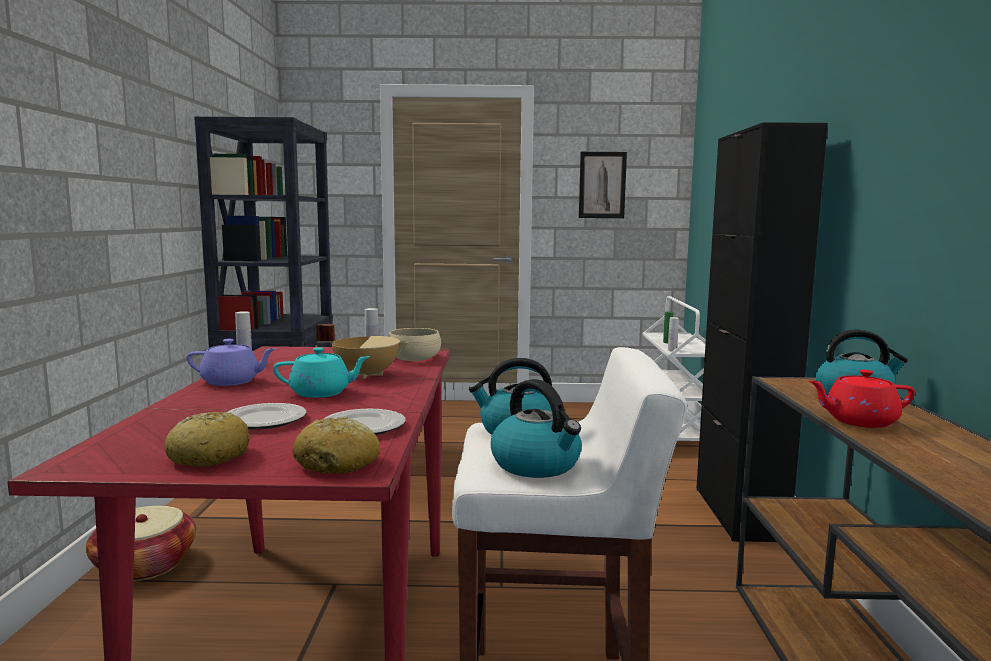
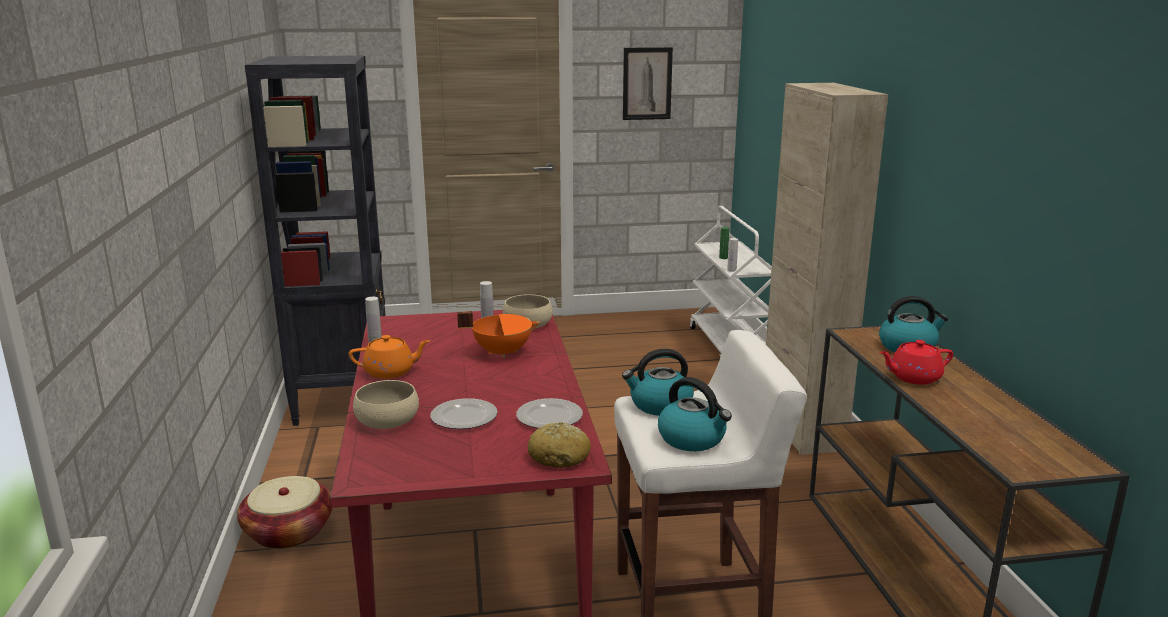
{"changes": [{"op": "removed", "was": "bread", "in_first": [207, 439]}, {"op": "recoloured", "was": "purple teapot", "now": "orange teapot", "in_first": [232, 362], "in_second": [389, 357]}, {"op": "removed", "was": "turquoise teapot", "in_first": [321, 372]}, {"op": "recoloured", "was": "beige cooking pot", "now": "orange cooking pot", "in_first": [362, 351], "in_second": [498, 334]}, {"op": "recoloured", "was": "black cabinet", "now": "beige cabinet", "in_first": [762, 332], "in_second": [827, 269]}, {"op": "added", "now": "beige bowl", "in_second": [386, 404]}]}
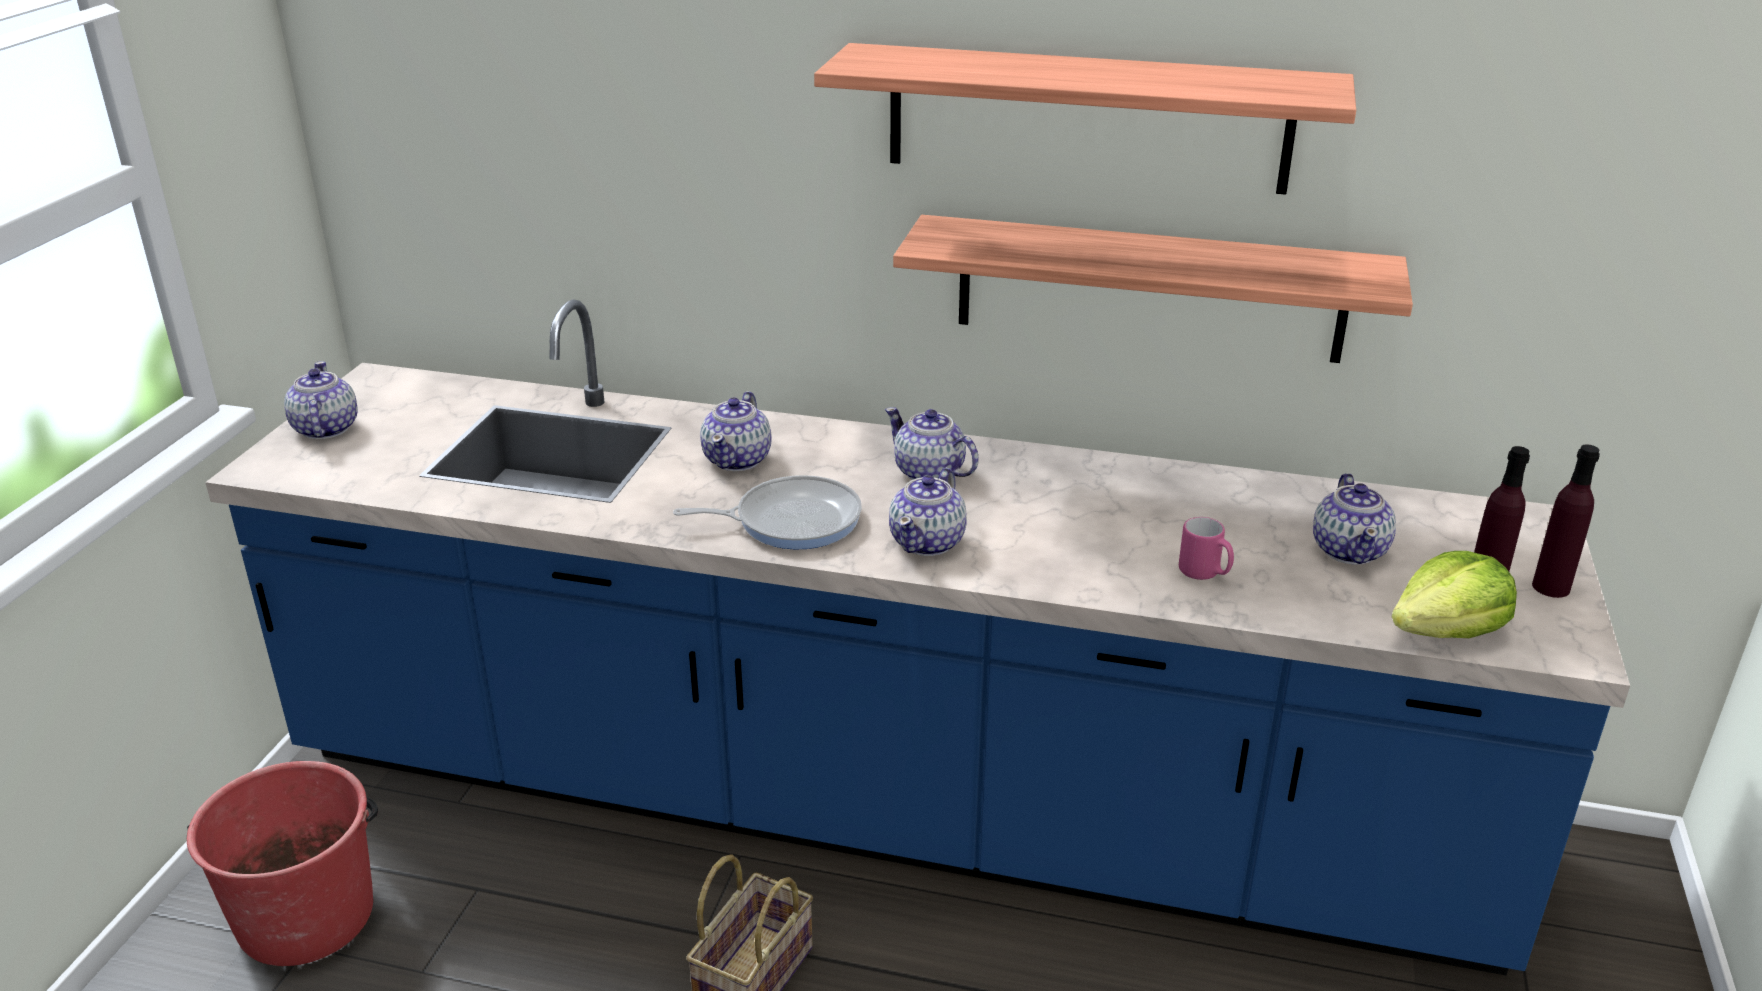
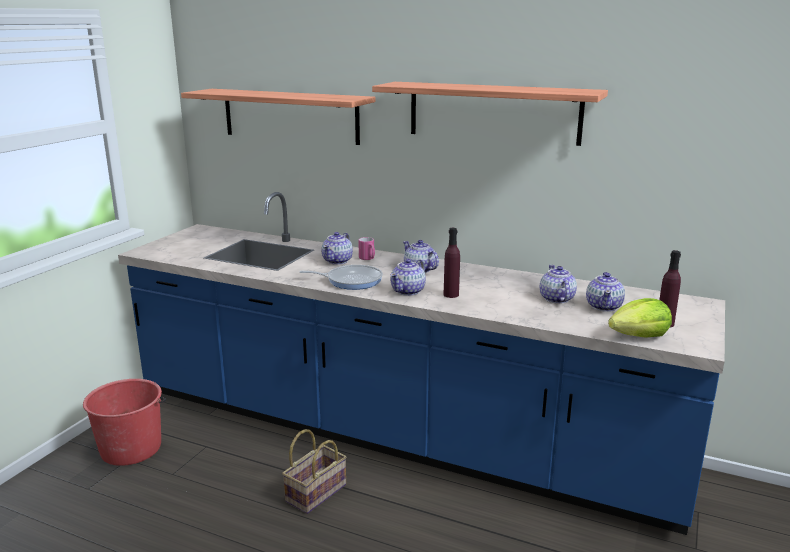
{"changes": [{"op": "moved", "was": "teapot", "in_first": [321, 400], "in_second": [558, 284]}, {"op": "moved", "was": "shelf", "in_first": [1153, 289], "in_second": [278, 117]}, {"op": "moved", "was": "pink mug", "in_first": [1206, 548], "in_second": [366, 248]}, {"op": "moved", "was": "purple bottle", "in_first": [1566, 521], "in_second": [451, 263]}]}
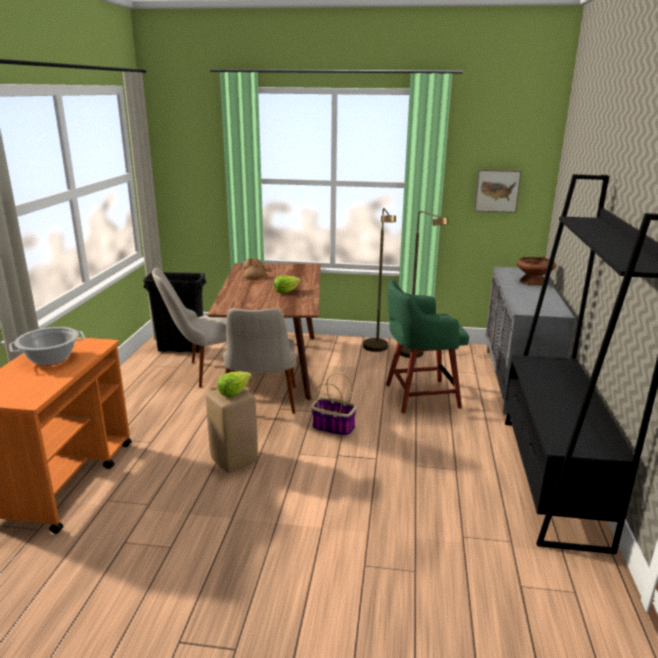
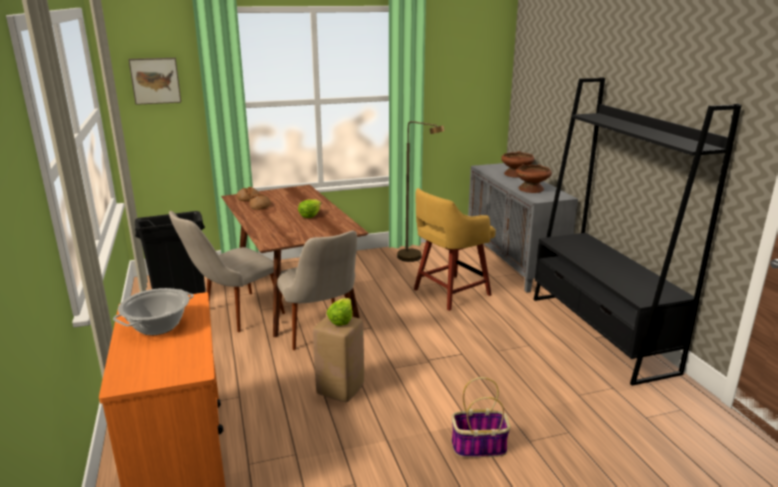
{"changes": [{"op": "moved", "was": "basket", "in_first": [334, 404], "in_second": [480, 417]}, {"op": "removed", "was": "brown floor lamp", "in_first": [379, 280]}, {"op": "recoloured", "was": "green stool", "now": "yellow stool", "in_first": [427, 346], "in_second": [455, 249]}, {"op": "moved", "was": "picture", "in_first": [497, 191], "in_second": [154, 81]}, {"op": "added", "now": "brown bowl", "in_second": [534, 178]}]}
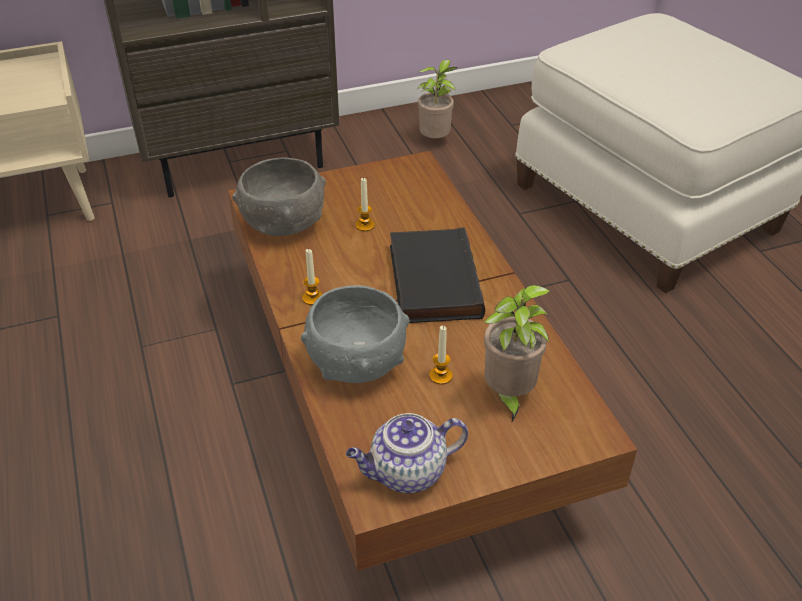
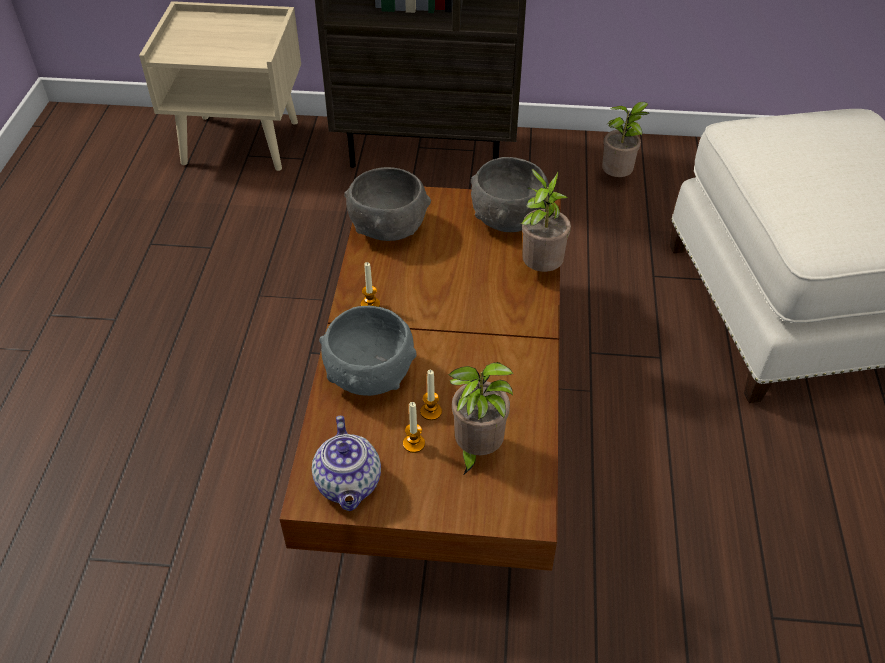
{"changes": [{"op": "turned", "was": "teapot", "in_first": [407, 453], "in_second": [346, 463], "clockwise": -105}, {"op": "moved", "was": "candle", "in_first": [365, 204], "in_second": [414, 427]}, {"op": "removed", "was": "black book", "in_first": [437, 275]}, {"op": "added", "now": "grey bowl", "in_second": [510, 194]}, {"op": "added", "now": "potted plant", "in_second": [546, 220]}]}
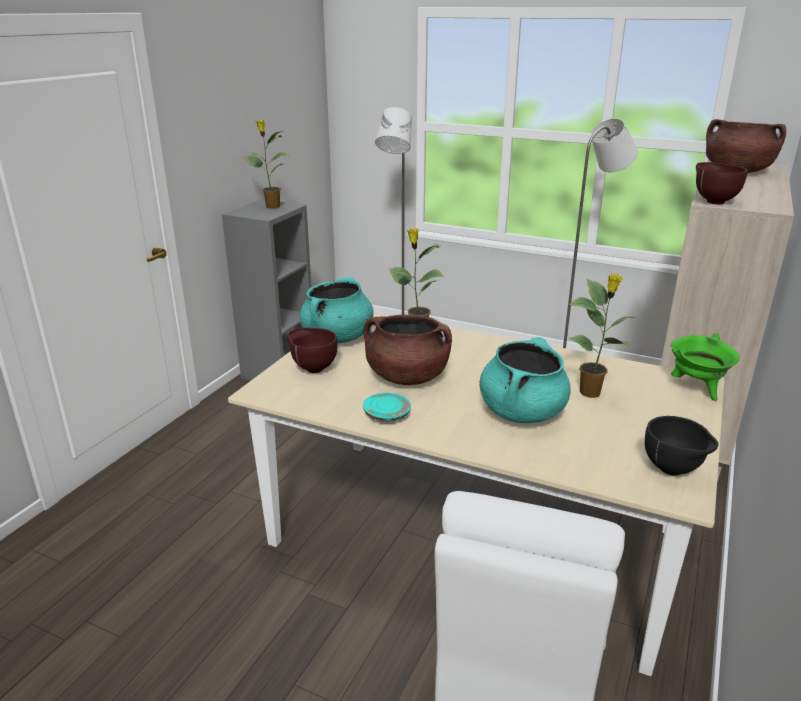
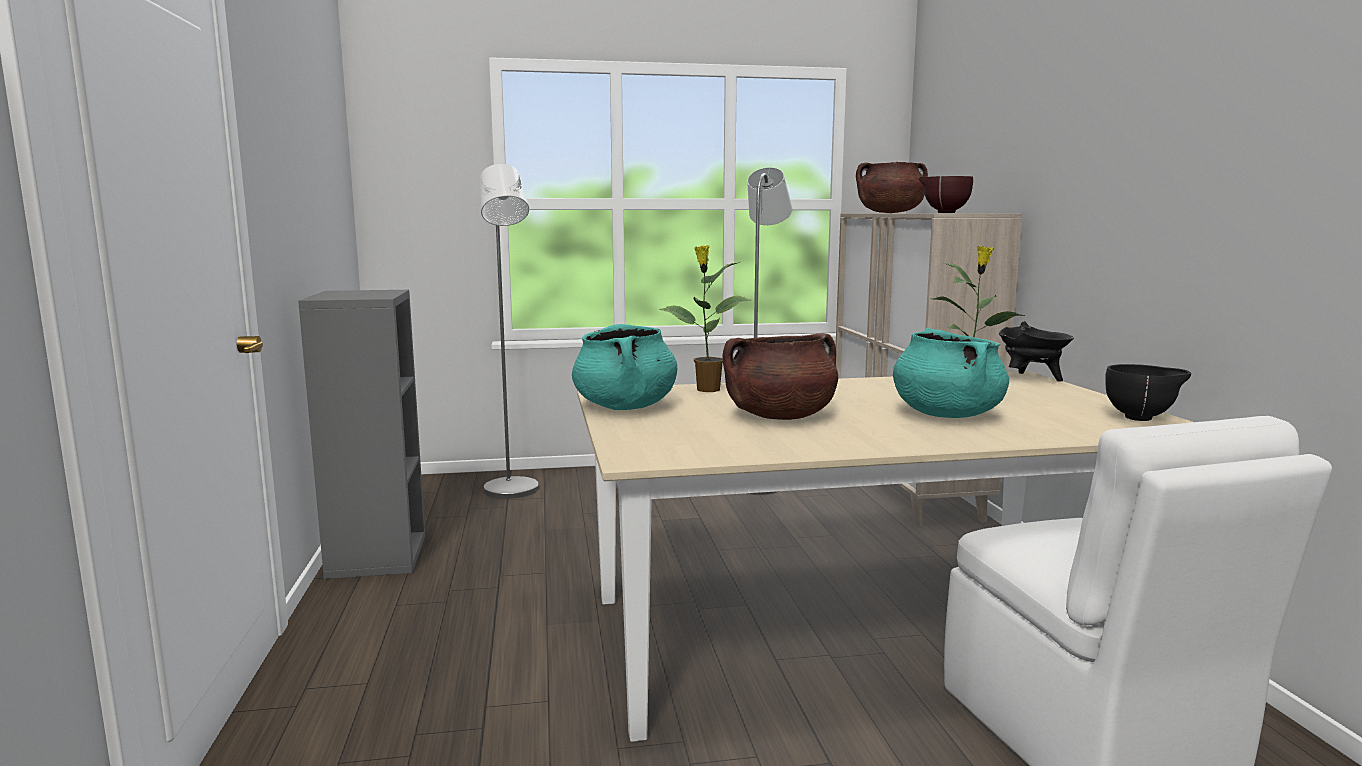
{"changes": [{"op": "removed", "was": "potted plant", "in_first": [266, 164]}, {"op": "removed", "was": "brown bowl", "in_first": [312, 350]}, {"op": "removed", "was": "turquoise plate", "in_first": [387, 407]}, {"op": "recoloured", "was": "green cooking pot", "now": "black cooking pot", "in_first": [705, 367], "in_second": [1036, 351]}]}
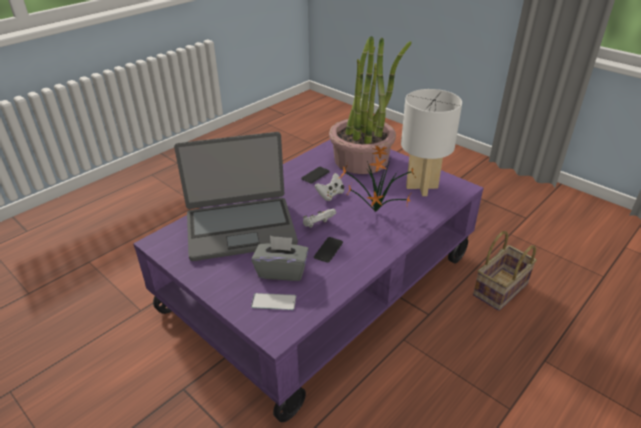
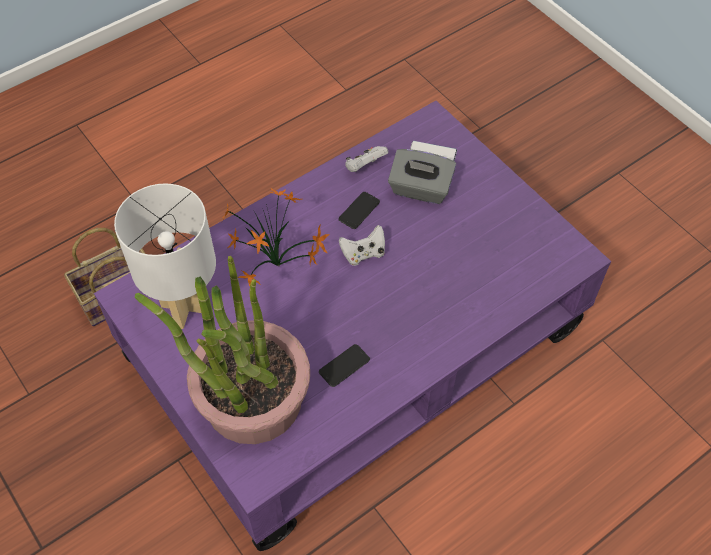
{"changes": [{"op": "removed", "was": "laptop", "in_first": [236, 196]}, {"op": "moved", "was": "white game controller", "in_first": [329, 187], "in_second": [367, 159]}]}
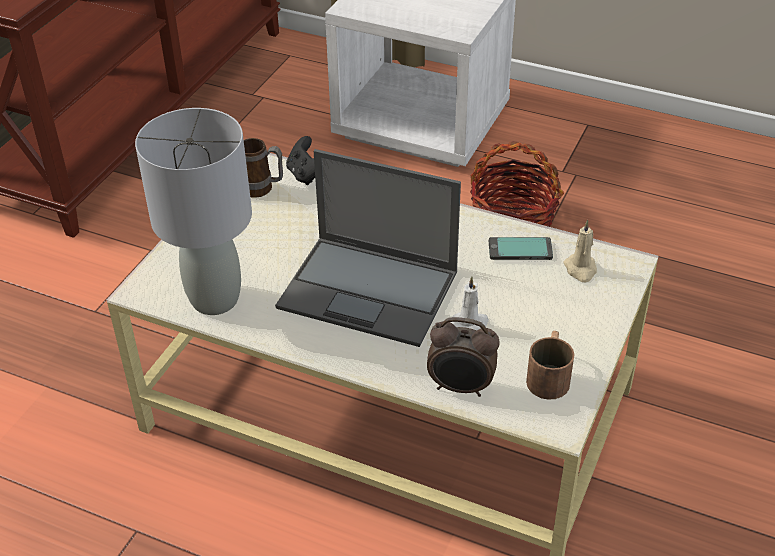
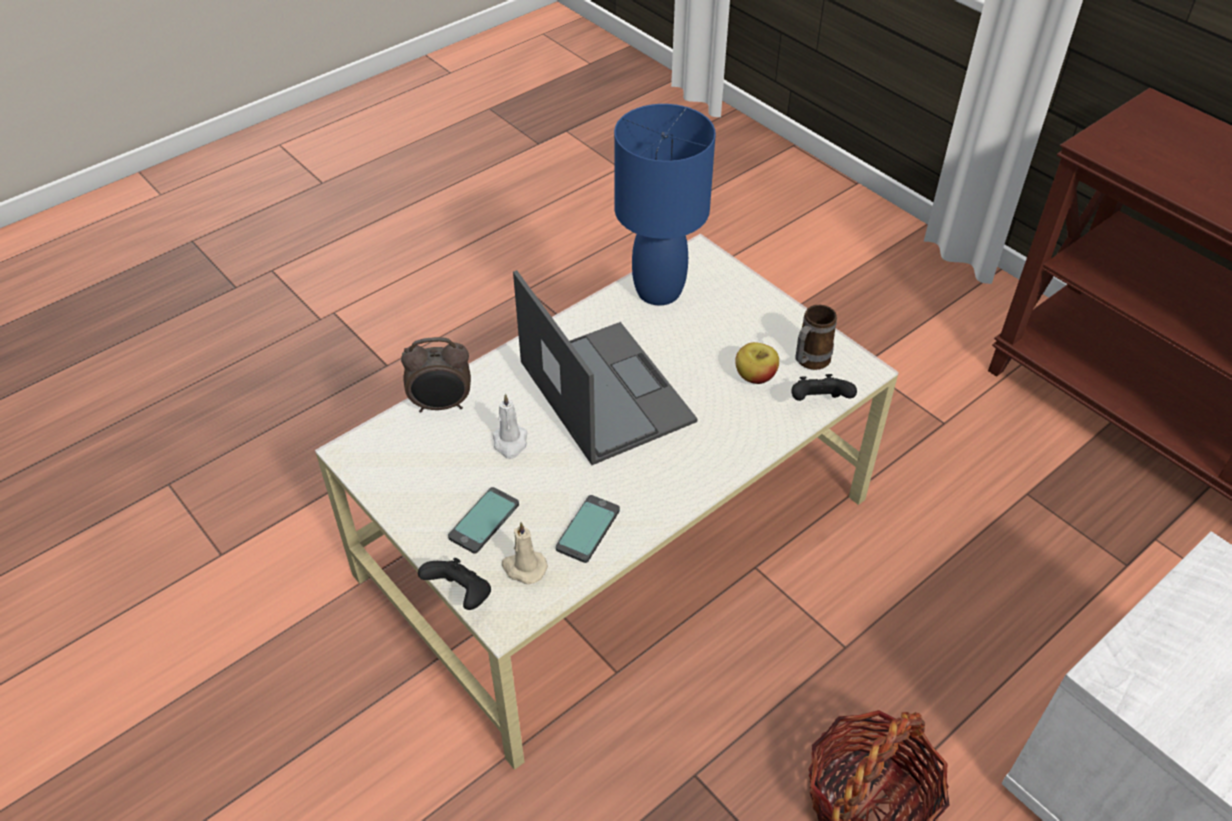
{"changes": [{"op": "recoloured", "was": "grey table lamp", "now": "blue table lamp", "in_first": [193, 211], "in_second": [665, 204]}, {"op": "turned", "was": "laptop", "in_first": [368, 248], "in_second": [605, 367], "clockwise": 105}, {"op": "turned", "was": "alarm clock", "in_first": [463, 357], "in_second": [436, 375], "clockwise": -135}, {"op": "removed", "was": "brown mug", "in_first": [550, 365]}, {"op": "added", "now": "black game controller", "in_second": [454, 584]}, {"op": "added", "now": "phone", "in_second": [483, 520]}, {"op": "added", "now": "apple", "in_second": [757, 363]}]}
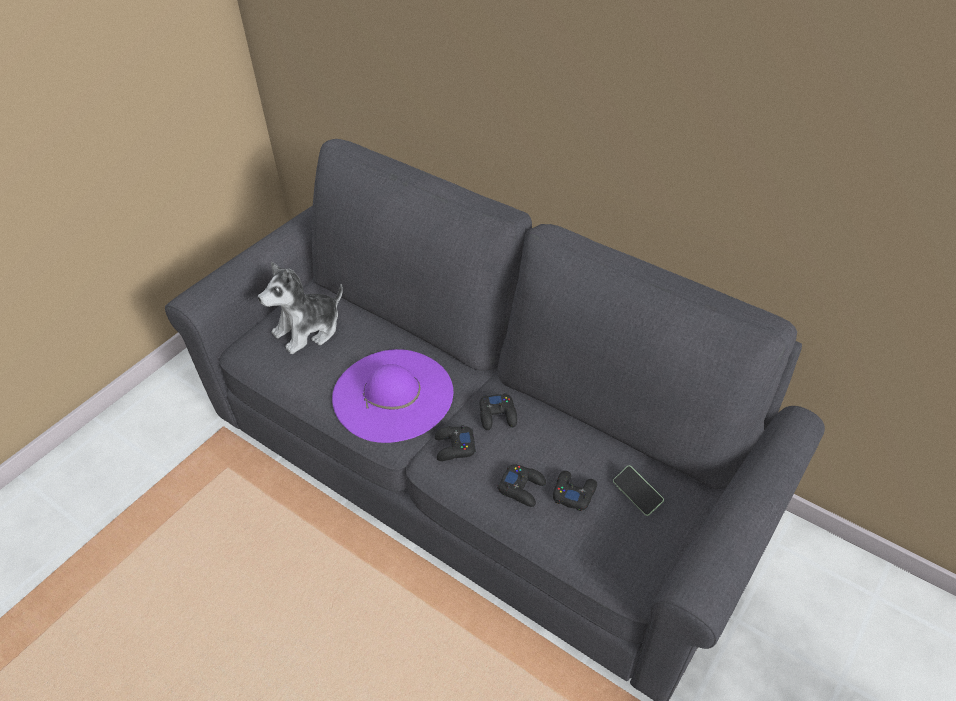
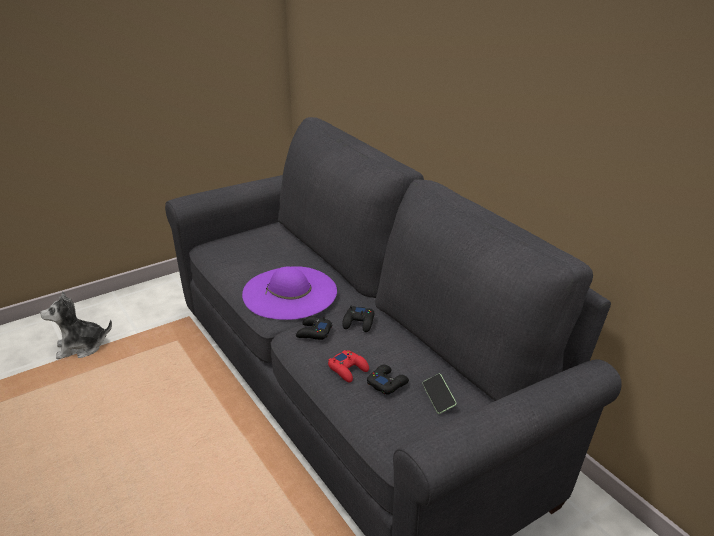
{"changes": [{"op": "moved", "was": "plush toy", "in_first": [300, 308], "in_second": [76, 325]}, {"op": "recoloured", "was": "black game controller", "now": "red game controller", "in_first": [522, 485], "in_second": [348, 366]}]}
